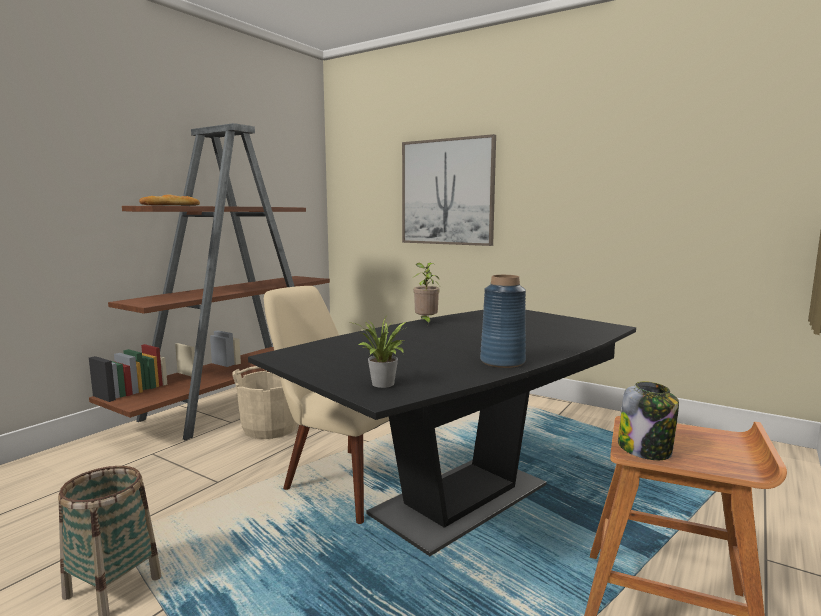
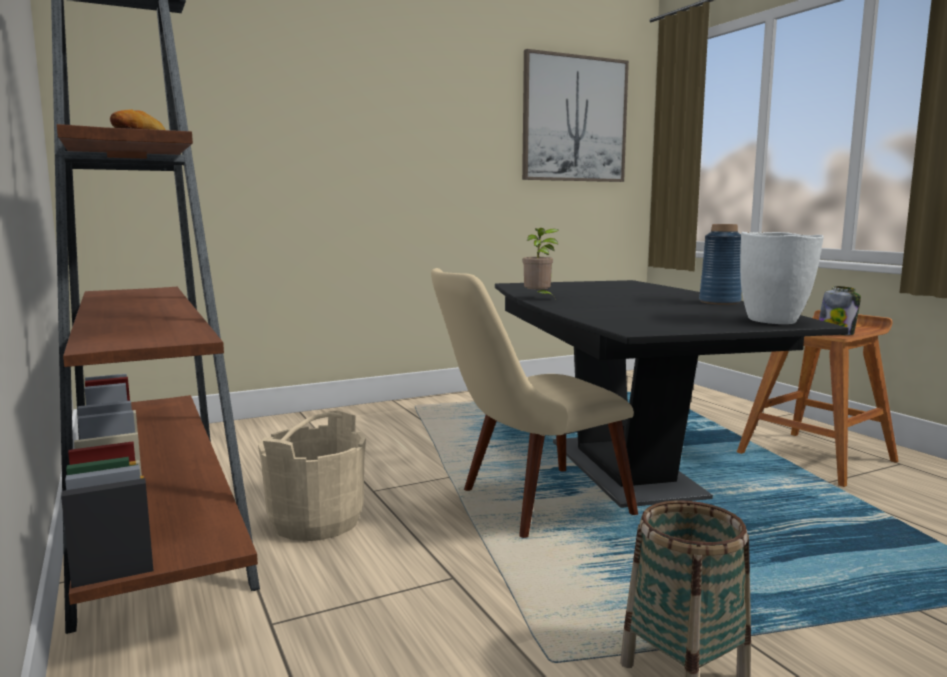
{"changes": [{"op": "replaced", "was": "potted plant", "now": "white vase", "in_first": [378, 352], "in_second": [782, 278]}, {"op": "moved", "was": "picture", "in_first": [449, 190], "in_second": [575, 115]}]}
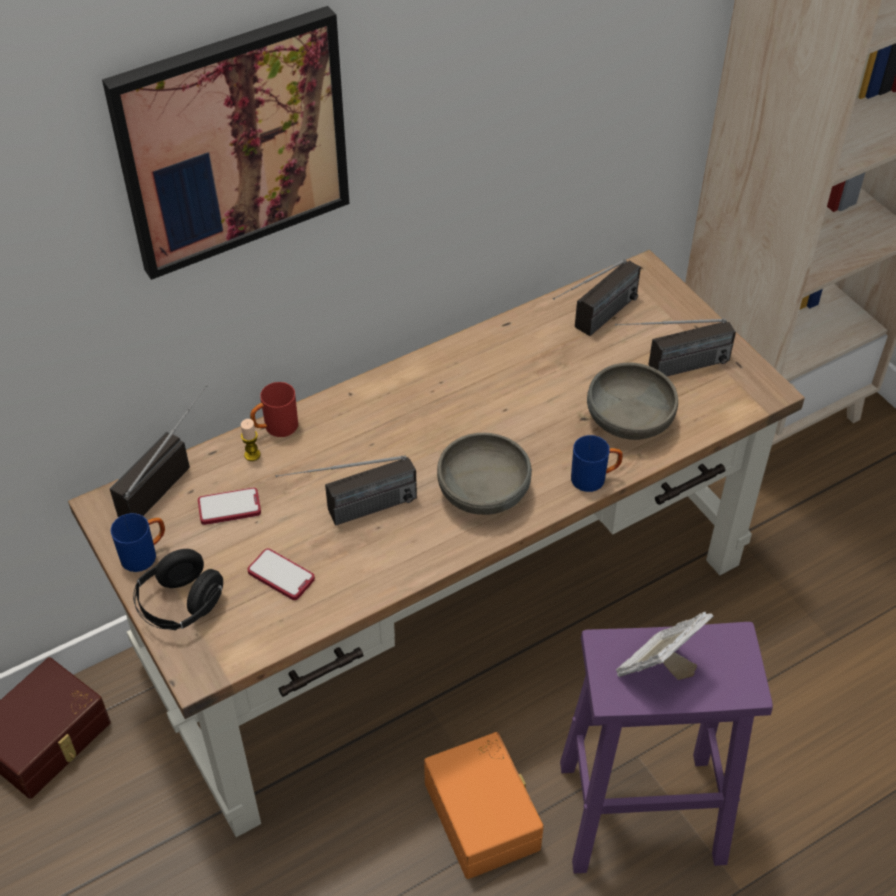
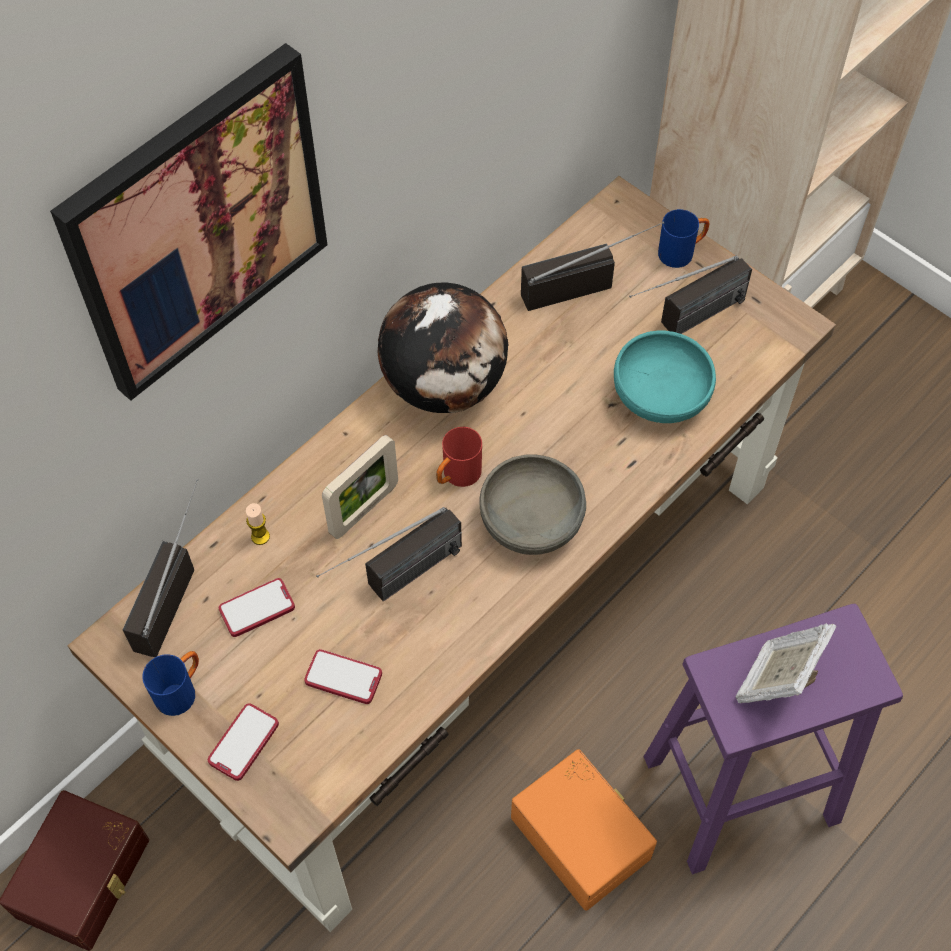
{"changes": [{"op": "replaced", "was": "black headphones", "now": "phone", "in_first": [178, 589], "in_second": [243, 742]}, {"op": "moved", "was": "red mug", "in_first": [274, 409], "in_second": [459, 457]}, {"op": "turned", "was": "radio", "in_first": [597, 297], "in_second": [592, 266], "clockwise": -135}, {"op": "moved", "was": "blue mug", "in_first": [597, 463], "in_second": [683, 238]}, {"op": "recoloured", "was": "grey bowl", "now": "turquoise bowl", "in_first": [632, 401], "in_second": [665, 377]}, {"op": "added", "now": "picture frame", "in_second": [360, 487]}, {"op": "added", "now": "globe", "in_second": [443, 347]}]}
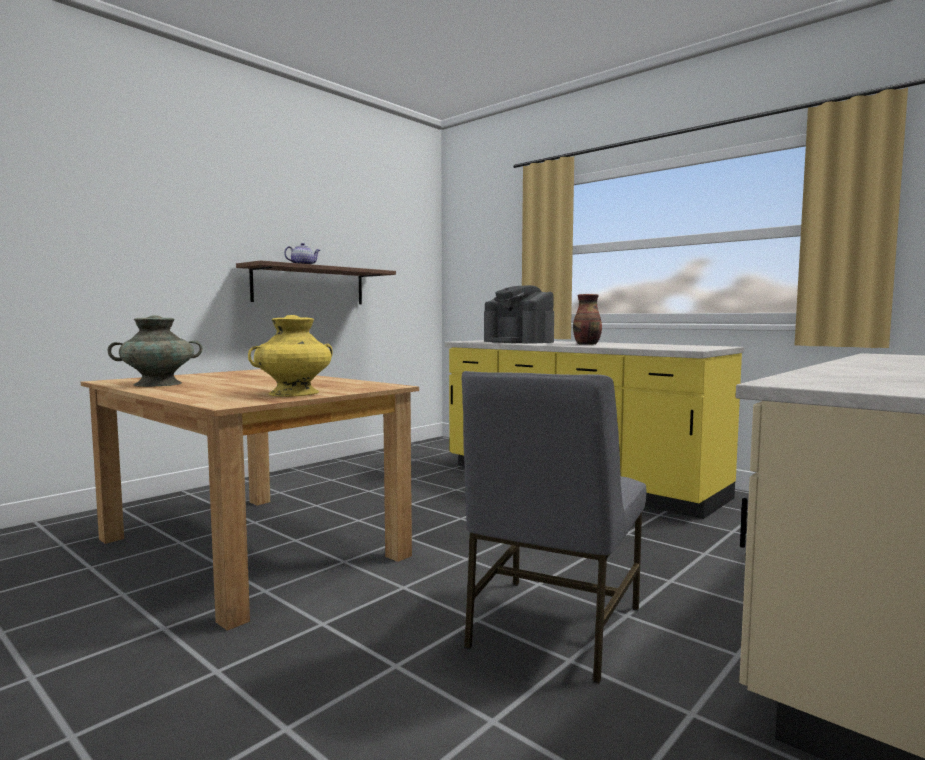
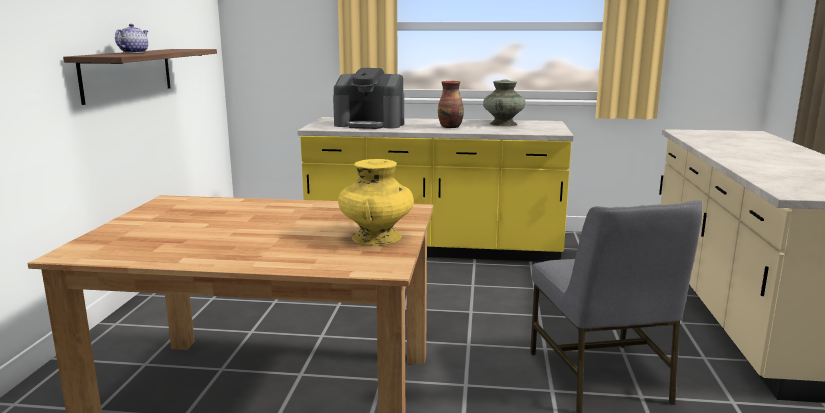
{"changes": [{"op": "moved", "was": "turquoise vase", "in_first": [155, 351], "in_second": [504, 102]}]}
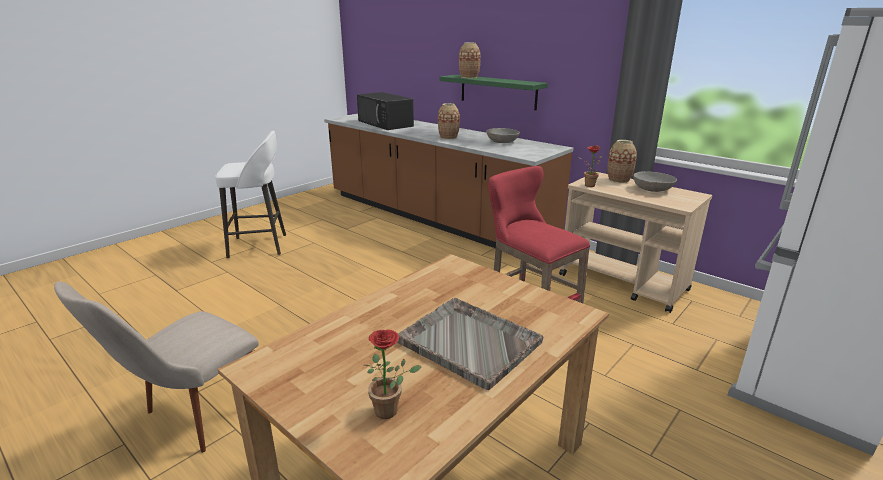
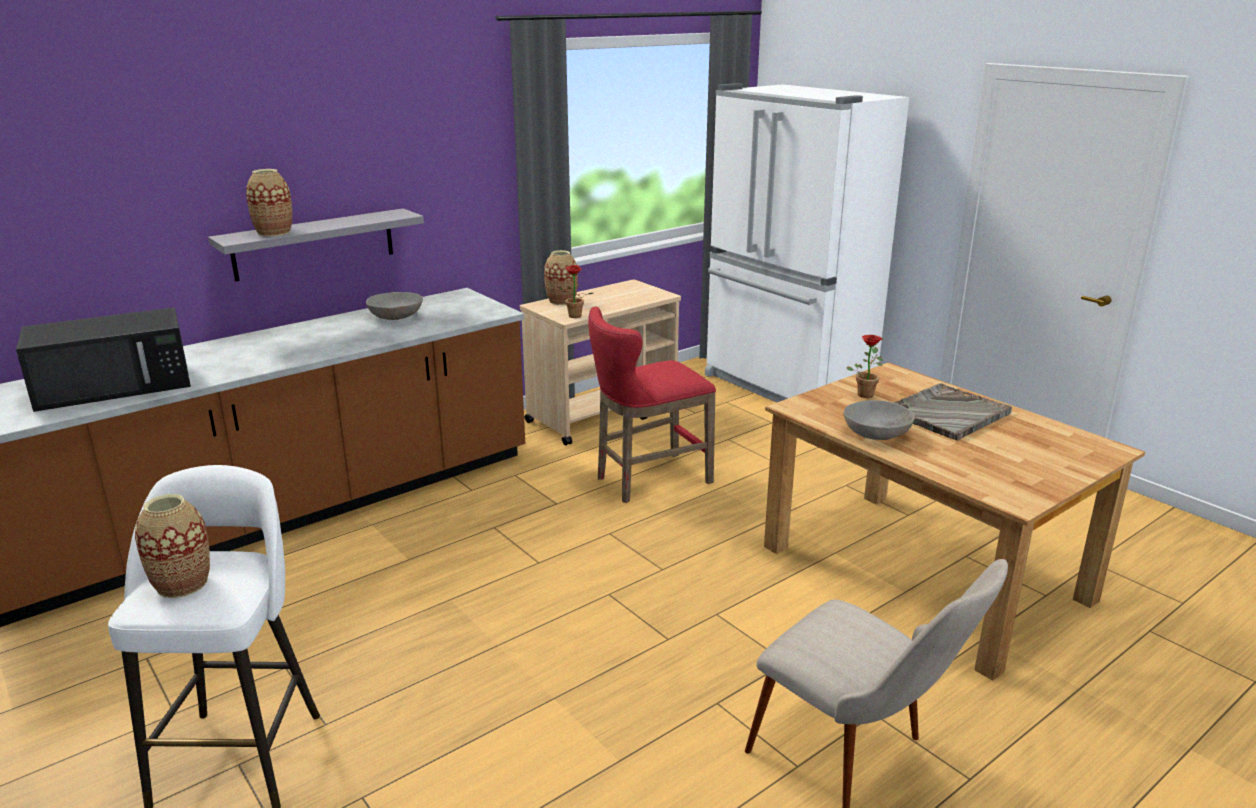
{"changes": [{"op": "moved", "was": "potted plant", "in_first": [393, 374], "in_second": [864, 366]}, {"op": "moved", "was": "vase", "in_first": [449, 121], "in_second": [172, 546]}, {"op": "recoloured", "was": "green shelf", "now": "grey shelf", "in_first": [494, 92], "in_second": [316, 245]}, {"op": "moved", "was": "grey bowl", "in_first": [655, 181], "in_second": [879, 420]}]}
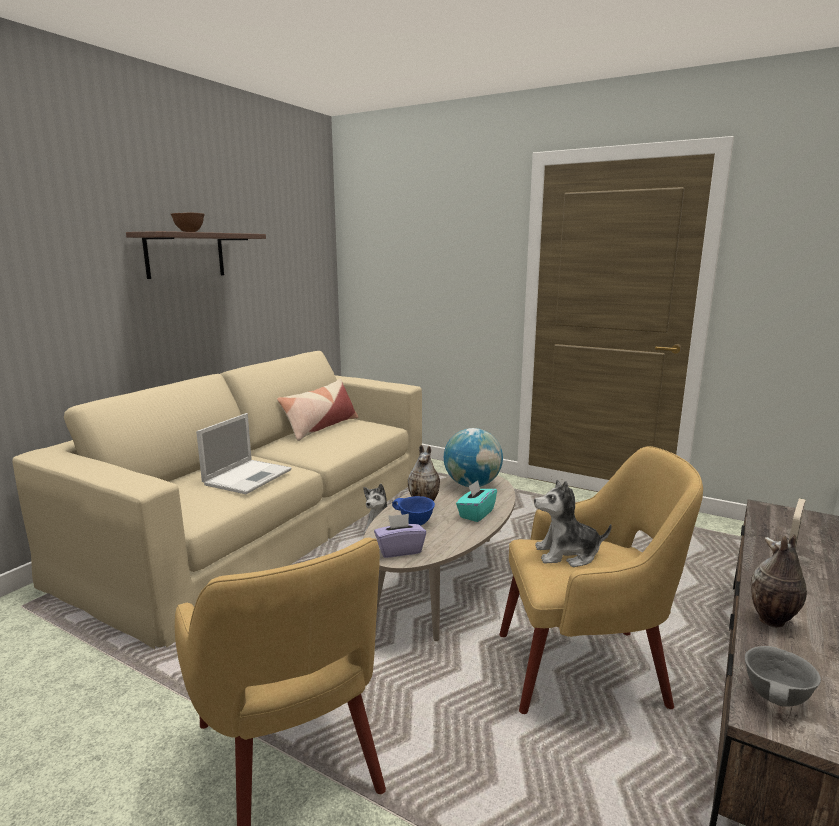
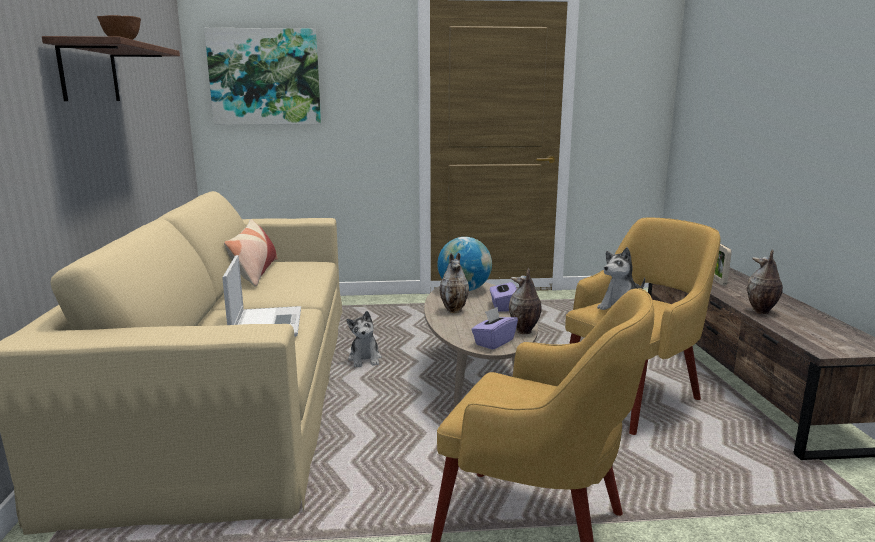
{"changes": [{"op": "removed", "was": "blue bowl", "in_first": [413, 510]}, {"op": "recoloured", "was": "turquoise tissue box", "now": "purple tissue box", "in_first": [476, 501], "in_second": [503, 294]}, {"op": "removed", "was": "grey bowl", "in_first": [783, 676]}, {"op": "added", "now": "picture", "in_second": [262, 76]}, {"op": "added", "now": "vase", "in_second": [525, 300]}]}
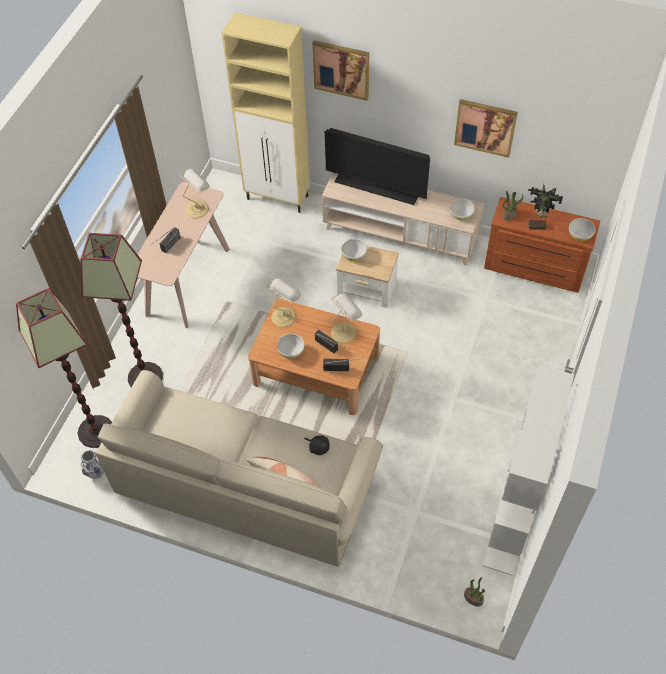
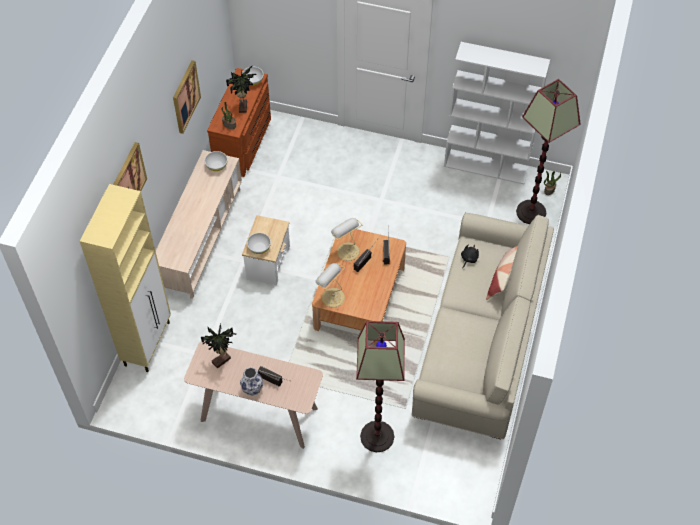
{"changes": [{"op": "moved", "was": "floor lamp", "in_first": [64, 368], "in_second": [548, 151]}, {"op": "moved", "was": "vase", "in_first": [92, 464], "in_second": [252, 381]}, {"op": "replaced", "was": "table lamp", "now": "potted plant", "in_first": [195, 194], "in_second": [218, 345]}, {"op": "removed", "was": "white bowl", "in_first": [290, 346]}, {"op": "removed", "was": "television", "in_first": [377, 166]}]}
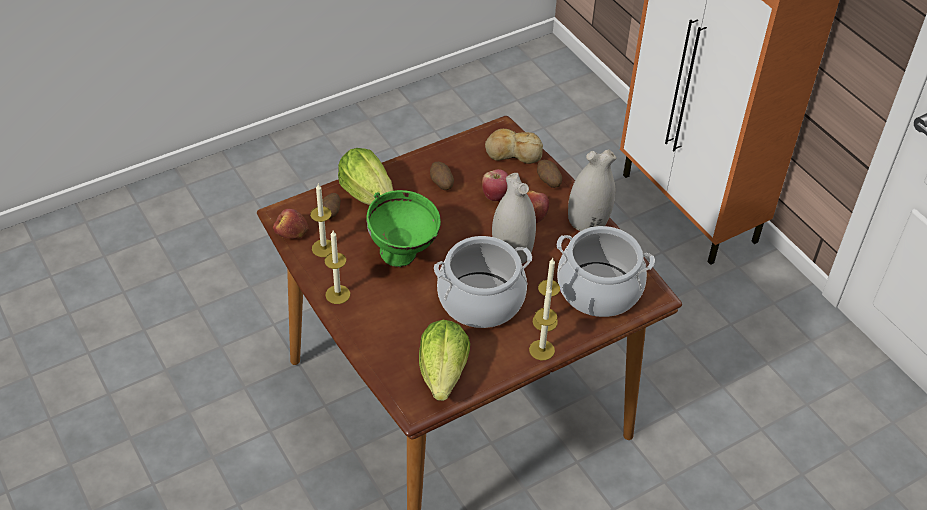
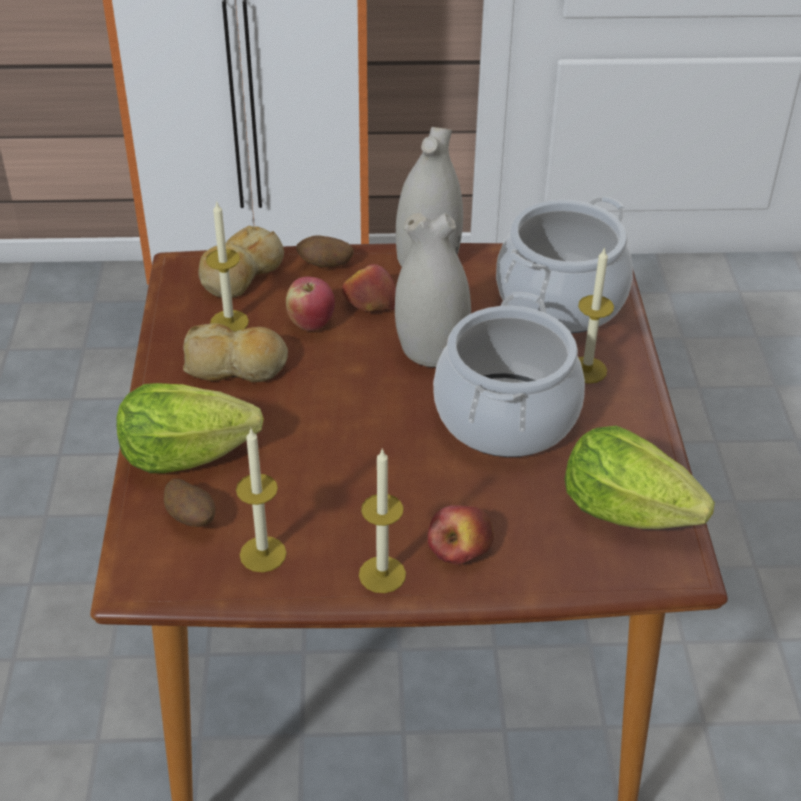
{"changes": [{"op": "moved", "was": "apple", "in_first": [291, 224], "in_second": [460, 535]}, {"op": "removed", "was": "green bowl", "in_first": [404, 228]}, {"op": "replaced", "was": "potato", "now": "bread", "in_first": [442, 176], "in_second": [235, 352]}, {"op": "moved", "was": "candle", "in_first": [543, 323], "in_second": [227, 267]}]}
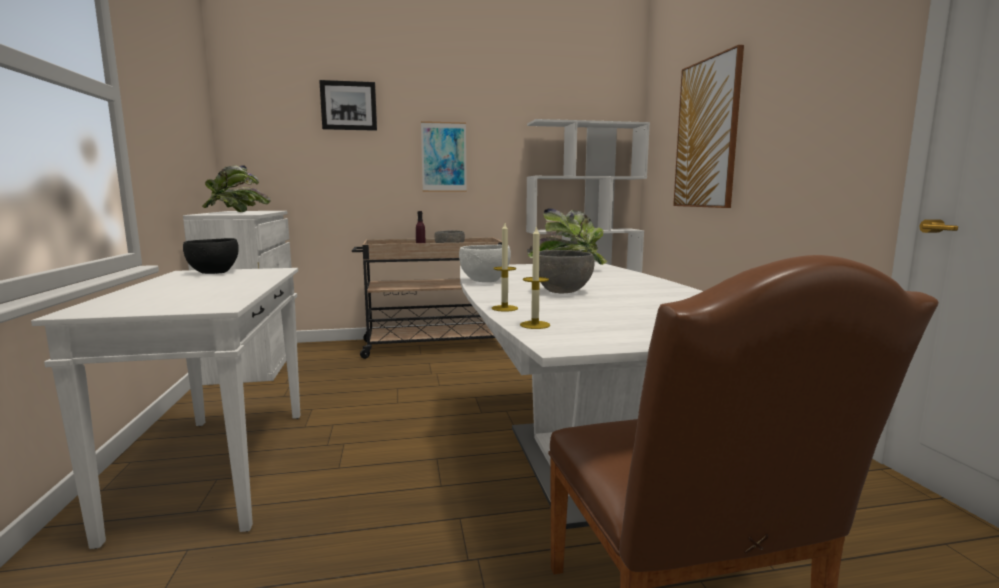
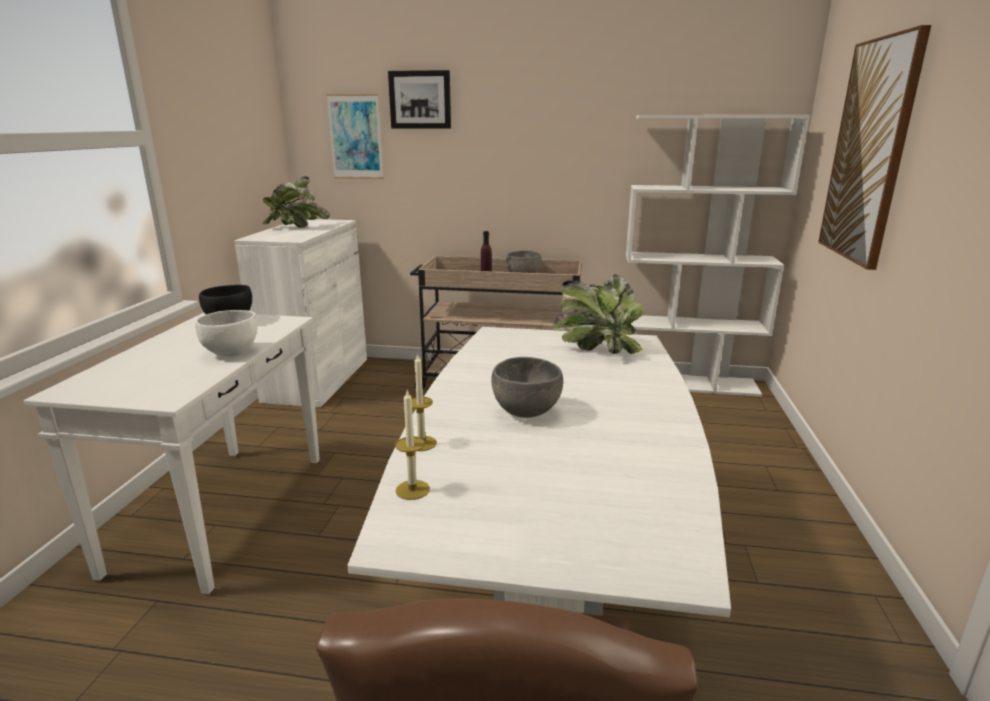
{"changes": [{"op": "moved", "was": "picture", "in_first": [444, 156], "in_second": [354, 136]}, {"op": "moved", "was": "white bowl", "in_first": [485, 263], "in_second": [226, 333]}]}
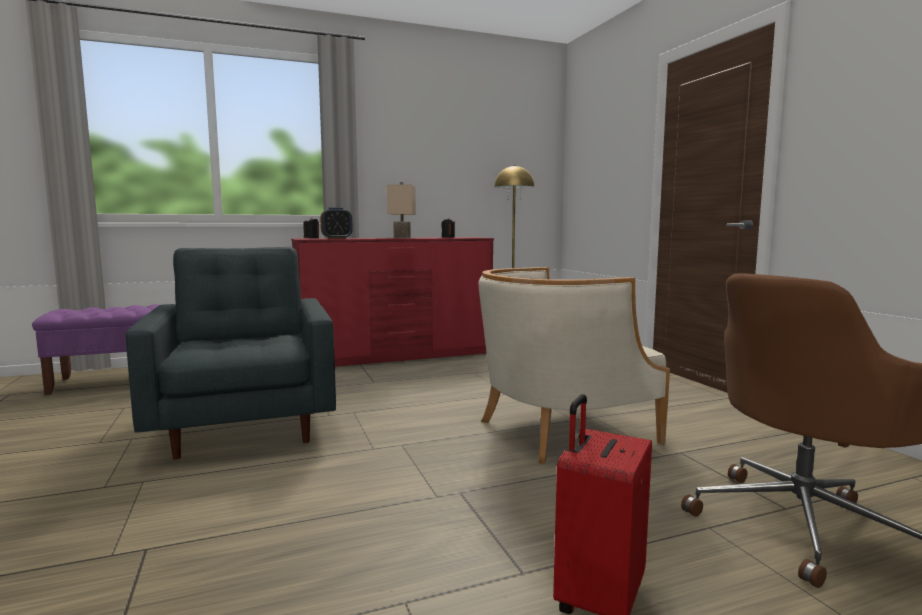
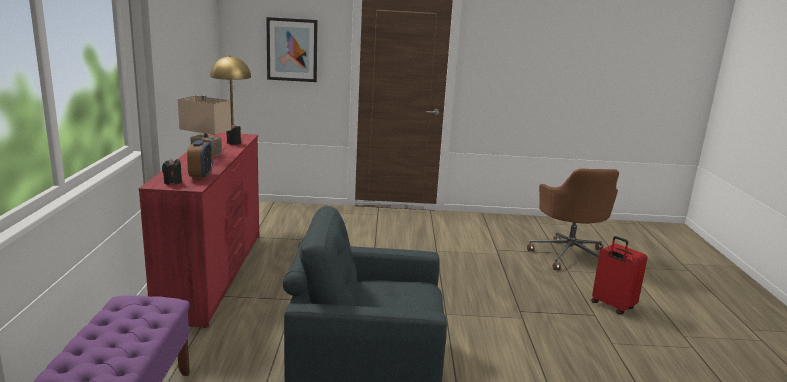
{"changes": [{"op": "removed", "was": "beige armchair", "in_first": [574, 365]}, {"op": "added", "now": "picture", "in_second": [292, 49]}]}
